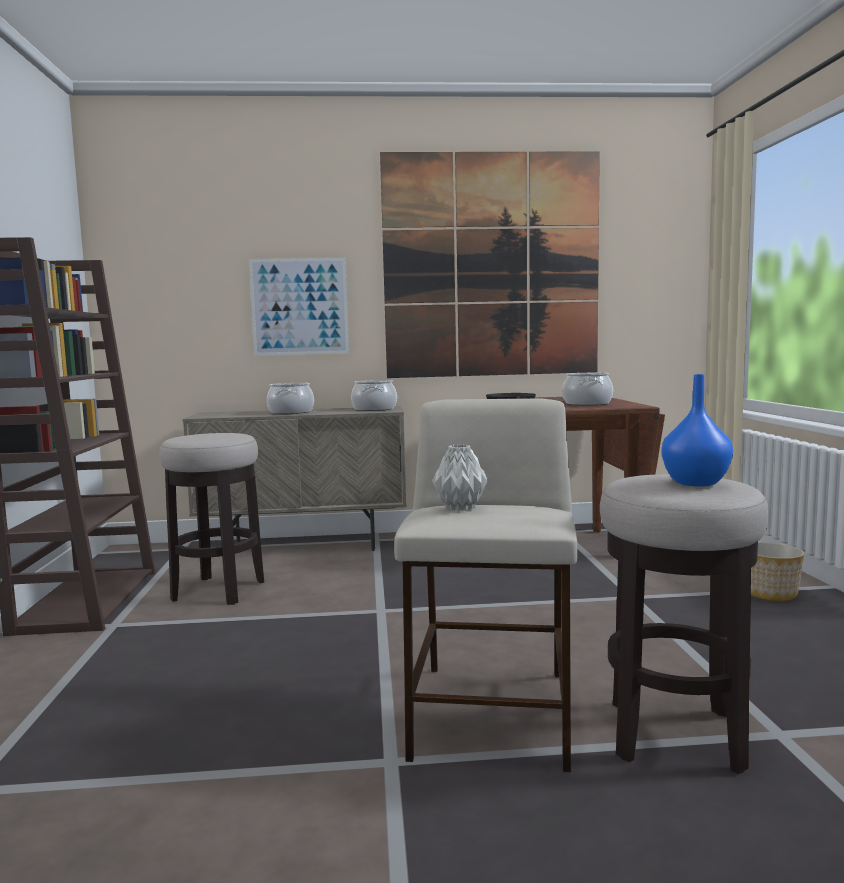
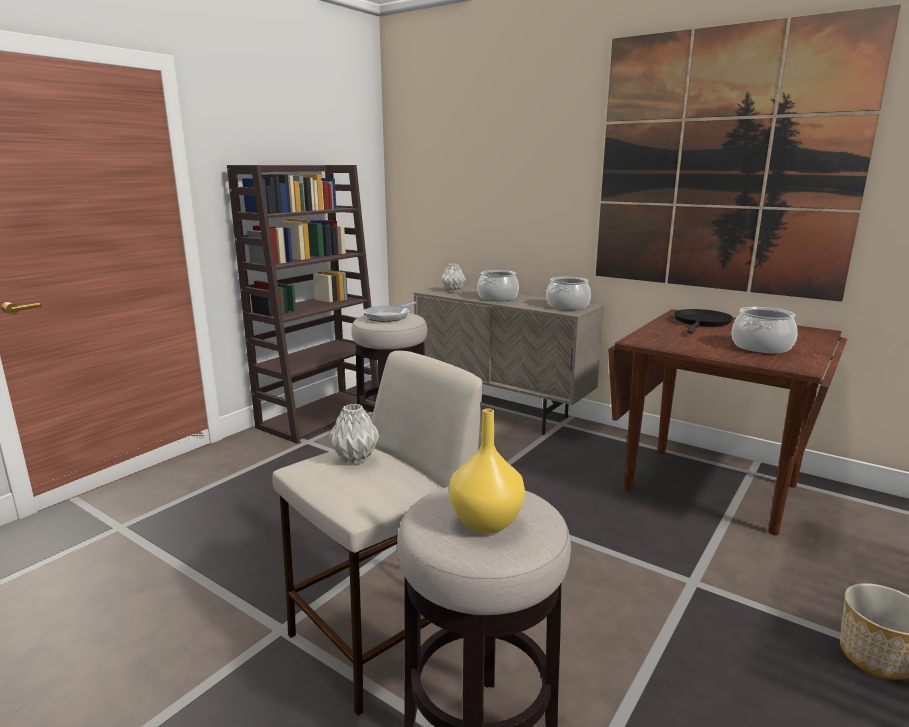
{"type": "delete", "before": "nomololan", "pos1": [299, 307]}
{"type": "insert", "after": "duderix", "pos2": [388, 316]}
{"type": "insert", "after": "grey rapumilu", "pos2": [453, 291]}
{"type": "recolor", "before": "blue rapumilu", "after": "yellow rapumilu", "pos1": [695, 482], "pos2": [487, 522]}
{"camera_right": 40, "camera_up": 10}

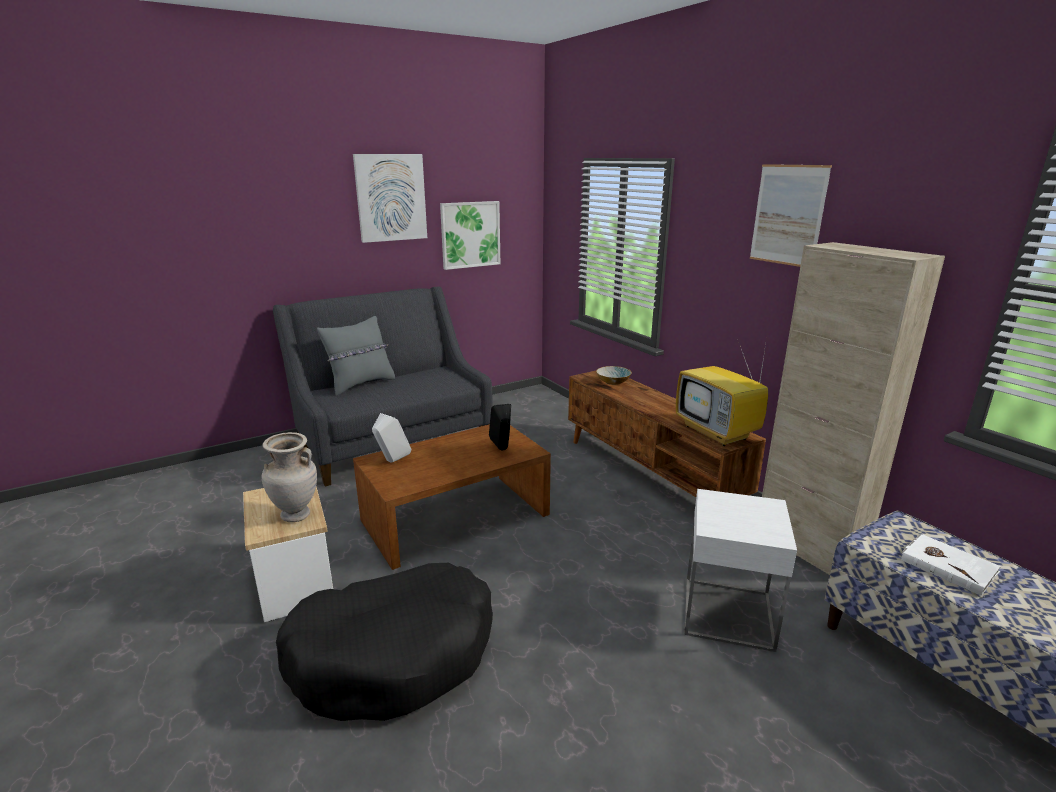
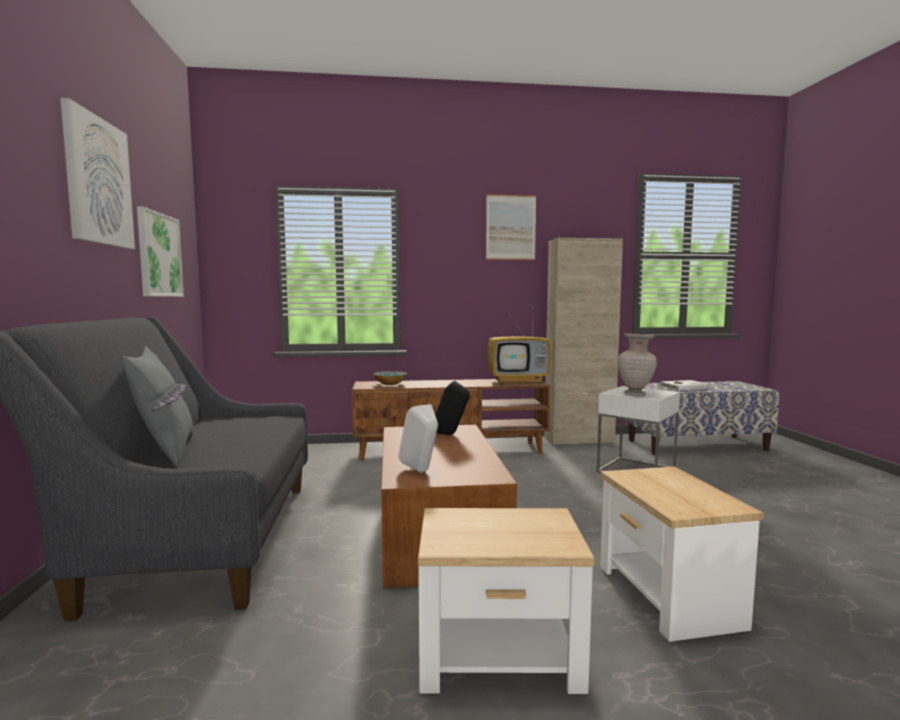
{"type": "move", "before": "beige rapumilu", "pos1": [296, 516], "pos2": [635, 394]}
{"type": "replace", "before": "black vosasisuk", "after": "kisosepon", "pos1": [394, 654], "pos2": [666, 597]}
{"camera_right": -65, "camera_up": -15}

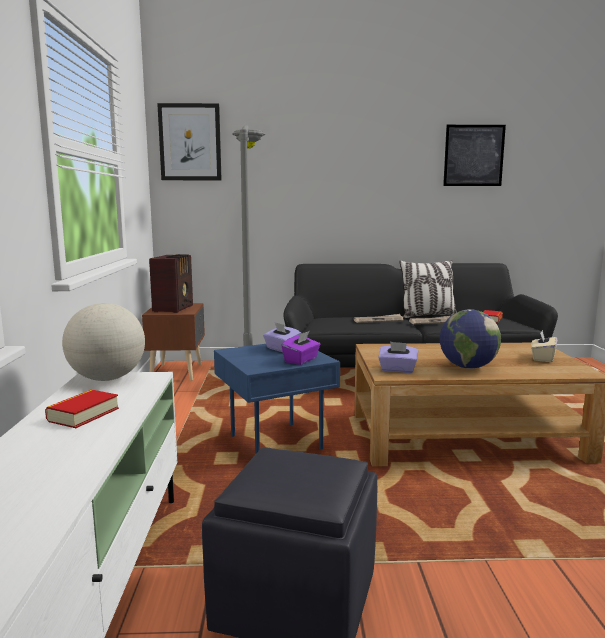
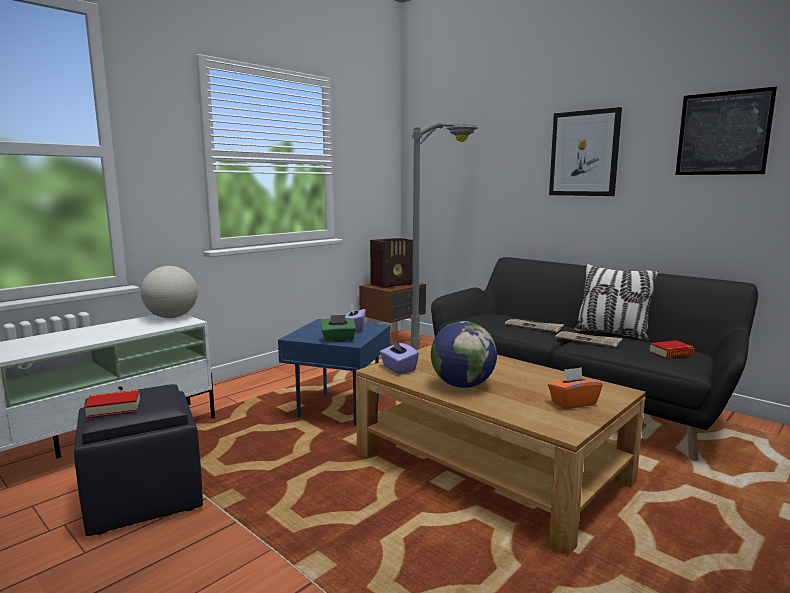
{"type": "move", "before": "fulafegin", "pos1": [83, 414], "pos2": [114, 408]}
{"type": "move", "before": "nomololan", "pos1": [190, 142], "pos2": [584, 153]}
{"type": "recolor", "before": "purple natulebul", "after": "green natulebul", "pos1": [301, 360], "pos2": [338, 339]}
{"type": "recolor", "before": "beige natulebul", "after": "orange natulebul", "pos1": [542, 358], "pos2": [573, 403]}
{"camera_right": 45, "camera_up": 0}

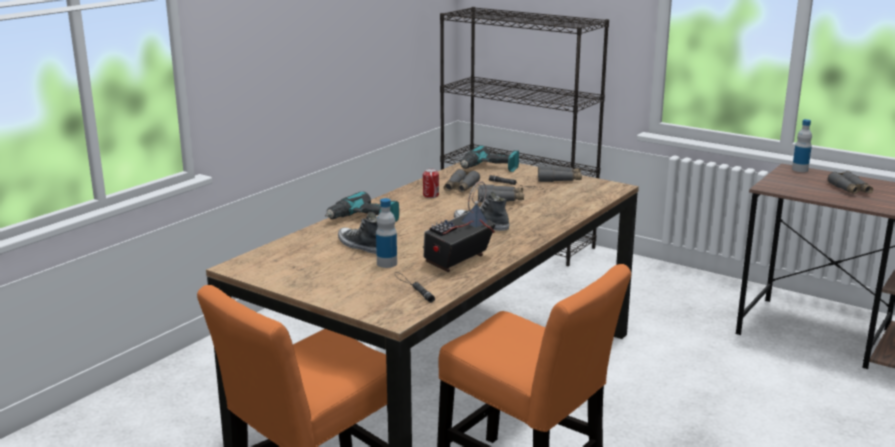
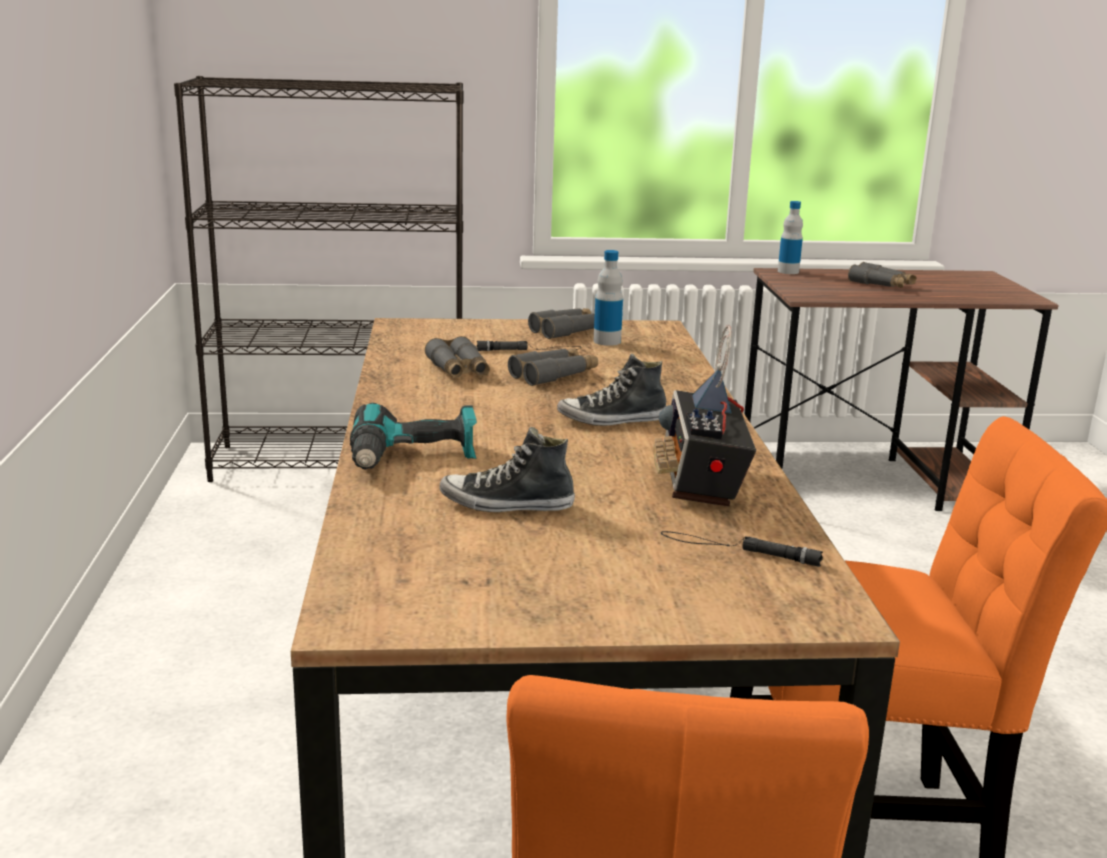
{"type": "delete", "before": "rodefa", "pos1": [430, 195]}
{"type": "delete", "before": "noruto", "pos1": [489, 168]}
{"type": "move", "before": "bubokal", "pos1": [387, 263], "pos2": [607, 341]}
{"camera_right": -40, "camera_up": 0}

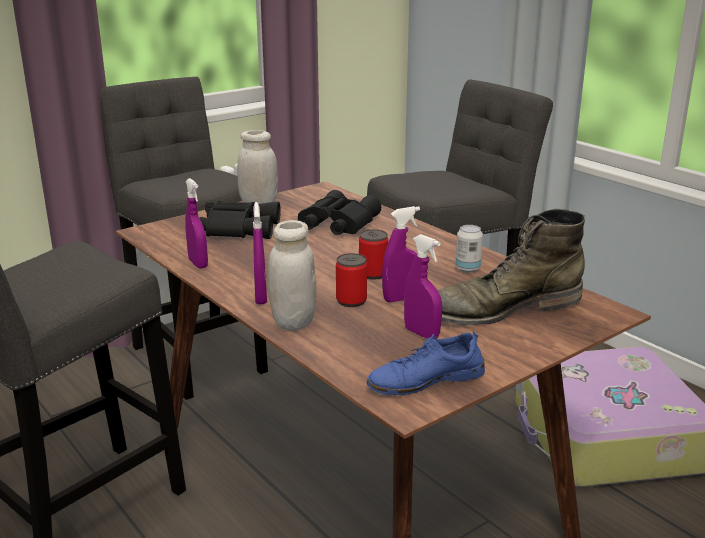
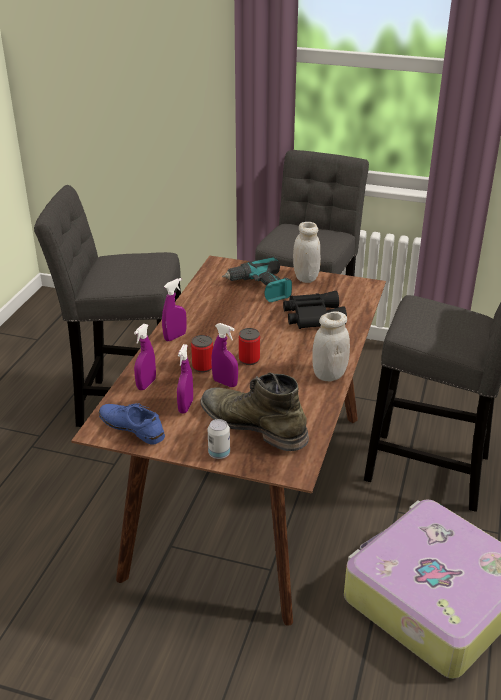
{"type": "move", "before": "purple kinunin", "pos1": [198, 264], "pos2": [146, 384]}
{"type": "move", "before": "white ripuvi", "pos1": [293, 322], "pos2": [329, 375]}
{"type": "move", "before": "rodefa", "pos1": [467, 269], "pos2": [219, 454]}
{"type": "replace", "before": "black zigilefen", "after": "noruto", "pos1": [239, 228], "pos2": [260, 288]}
{"camera_right": 55, "camera_up": 10}

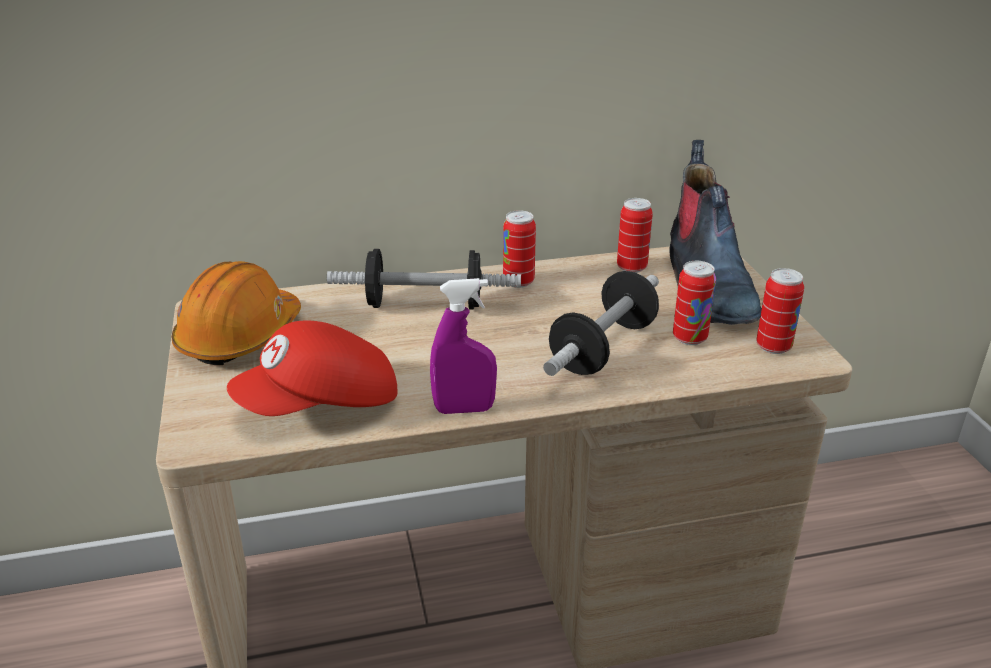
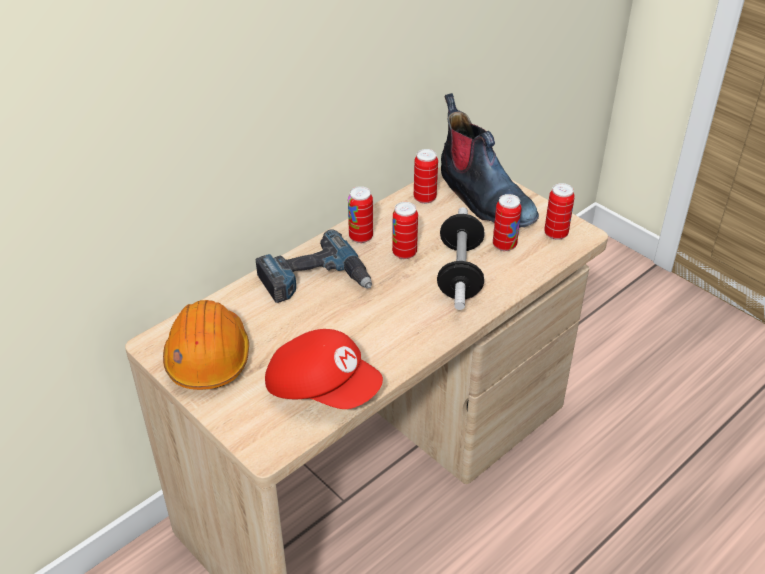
{"type": "delete", "before": "purple kinunin", "pos1": [464, 409]}
{"type": "insert", "after": "rodefa", "pos2": [404, 253]}
{"type": "replace", "before": "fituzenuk", "after": "noruto", "pos1": [425, 304], "pos2": [315, 280]}
{"type": "rotate", "before": "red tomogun", "pos1": [321, 405], "pos2": [323, 388], "turn": -90}
{"camera_right": -30, "camera_up": 10}

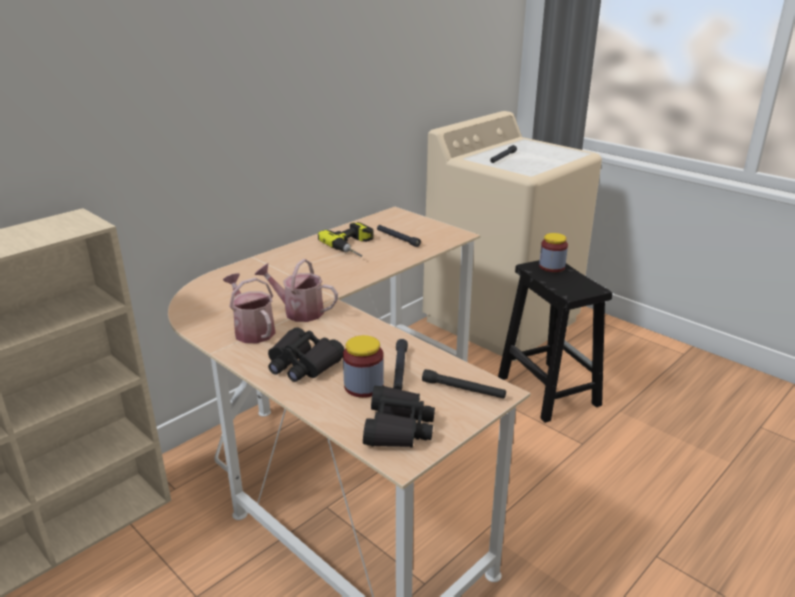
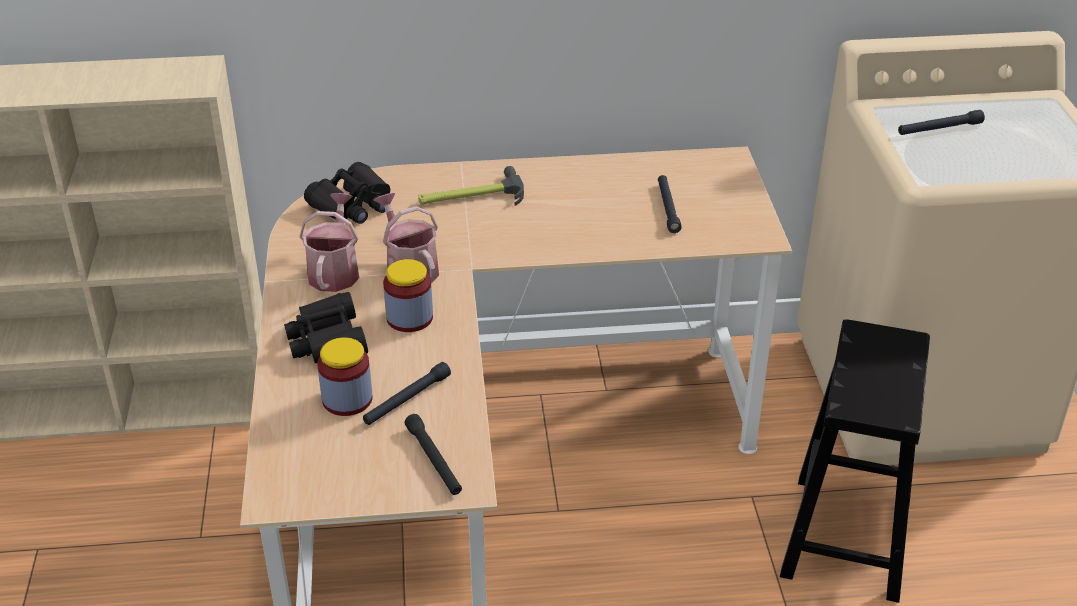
{"type": "delete", "before": "noruto", "pos1": [355, 246]}
{"type": "insert", "after": "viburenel", "pos2": [470, 196]}
{"type": "move", "before": "black zigilefen", "pos1": [398, 427], "pos2": [352, 205]}
{"type": "move", "before": "ripuvi", "pos1": [552, 267], "pos2": [409, 318]}
{"camera_right": 40, "camera_up": 10}

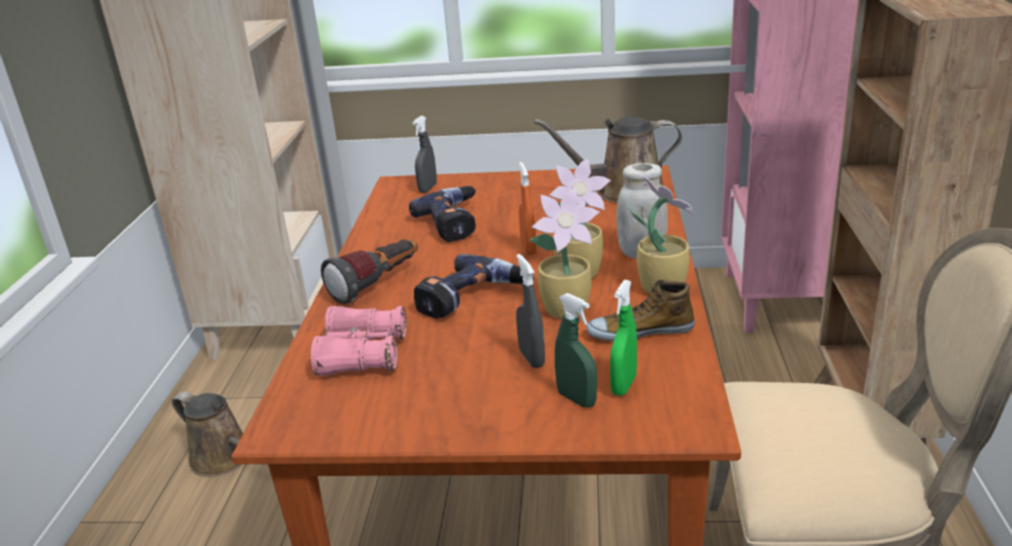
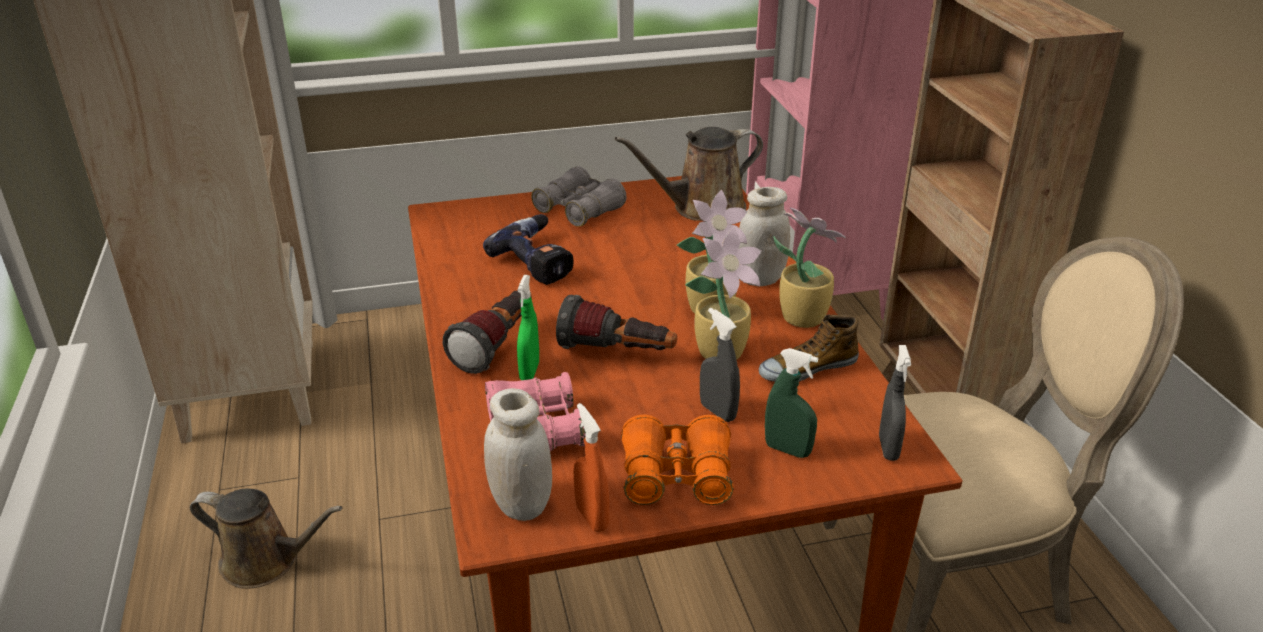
{"type": "insert", "after": "white ripuvi", "pos2": [521, 505]}
{"type": "insert", "after": "grey zigilefen", "pos2": [579, 210]}
{"type": "insert", "after": "orange zigilefen", "pos2": [676, 476]}
{"type": "move", "before": "grey kinunin", "pos1": [428, 188], "pos2": [888, 448]}
{"type": "move", "before": "orange kinunin", "pos1": [528, 248], "pos2": [591, 517]}
{"type": "move", "before": "green kinunin", "pos1": [623, 385], "pos2": [529, 371]}
{"type": "replace", "before": "noruto", "after": "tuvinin", "pos1": [473, 301], "pos2": [617, 353]}
{"camera_right": -20, "camera_up": 5}

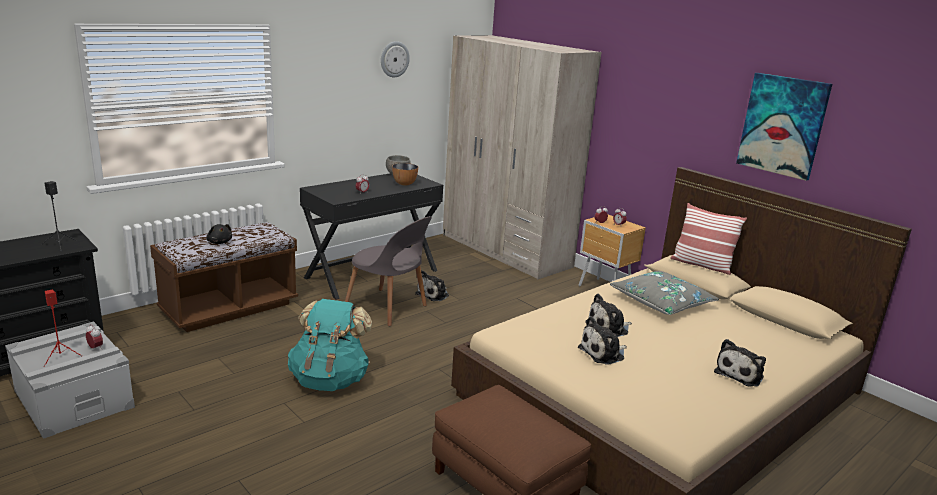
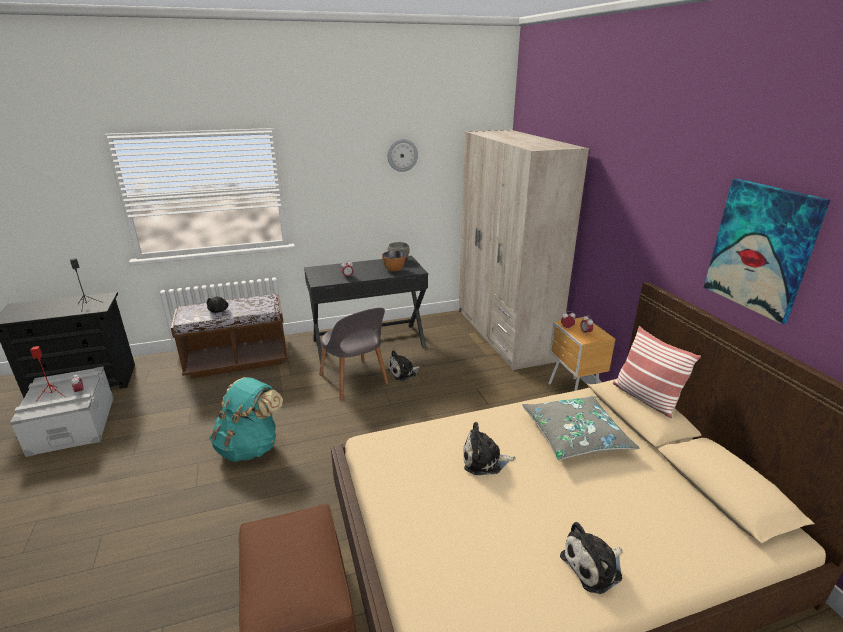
{"type": "delete", "before": "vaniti", "pos1": [603, 353]}
{"camera_right": 25, "camera_up": 5}

